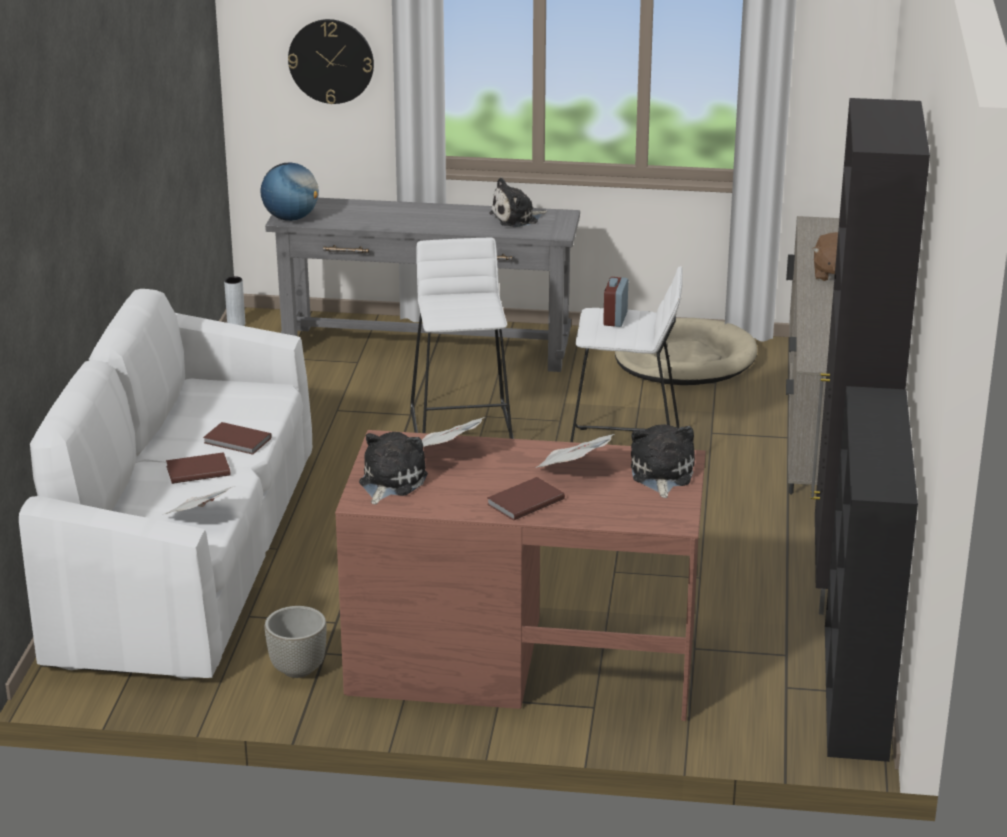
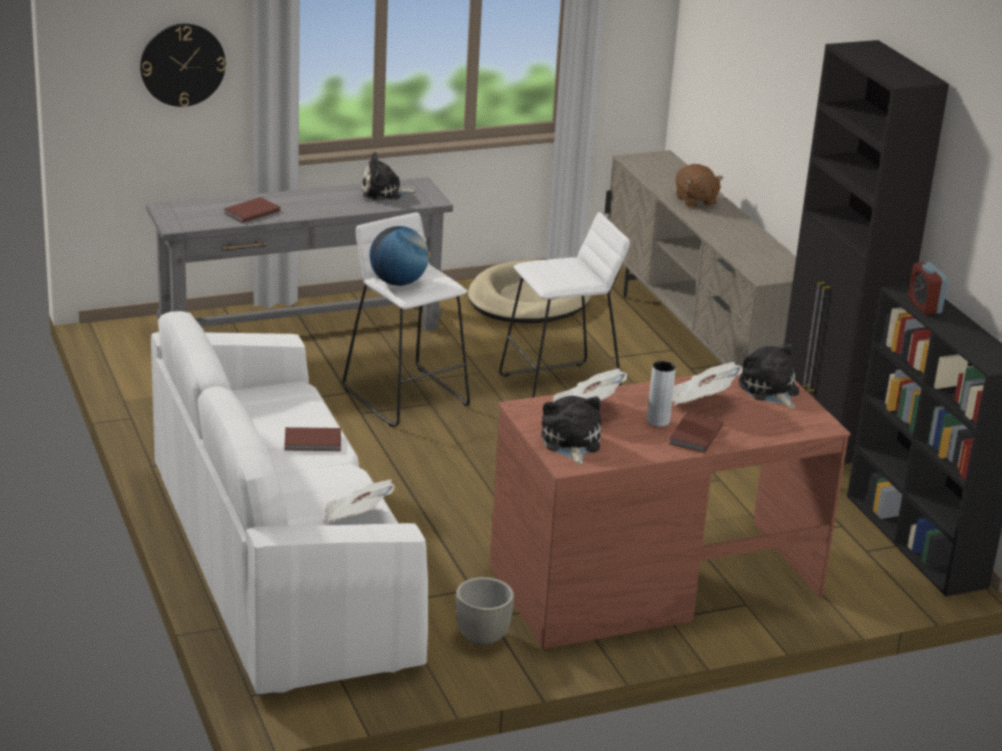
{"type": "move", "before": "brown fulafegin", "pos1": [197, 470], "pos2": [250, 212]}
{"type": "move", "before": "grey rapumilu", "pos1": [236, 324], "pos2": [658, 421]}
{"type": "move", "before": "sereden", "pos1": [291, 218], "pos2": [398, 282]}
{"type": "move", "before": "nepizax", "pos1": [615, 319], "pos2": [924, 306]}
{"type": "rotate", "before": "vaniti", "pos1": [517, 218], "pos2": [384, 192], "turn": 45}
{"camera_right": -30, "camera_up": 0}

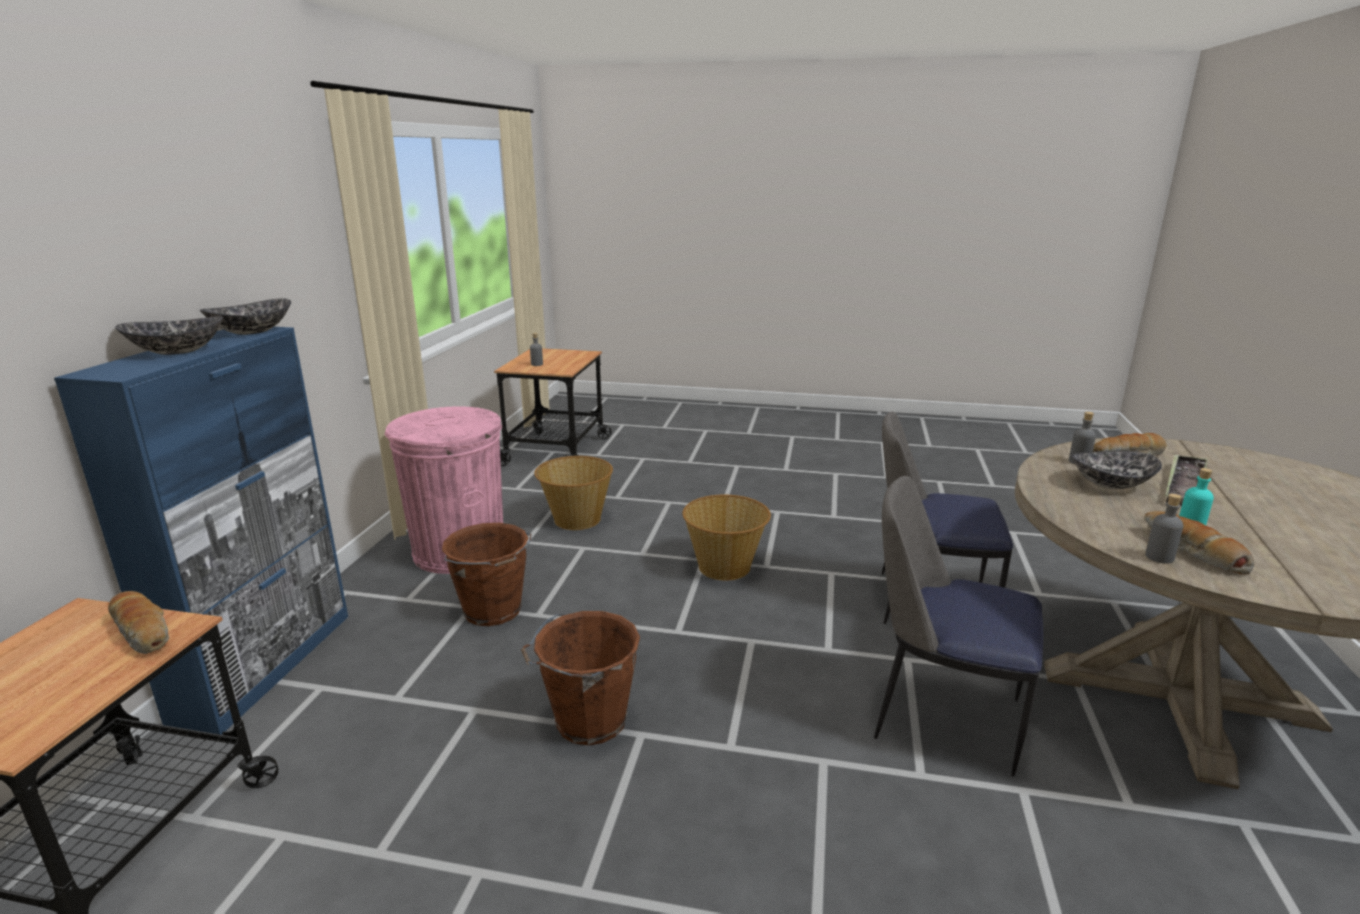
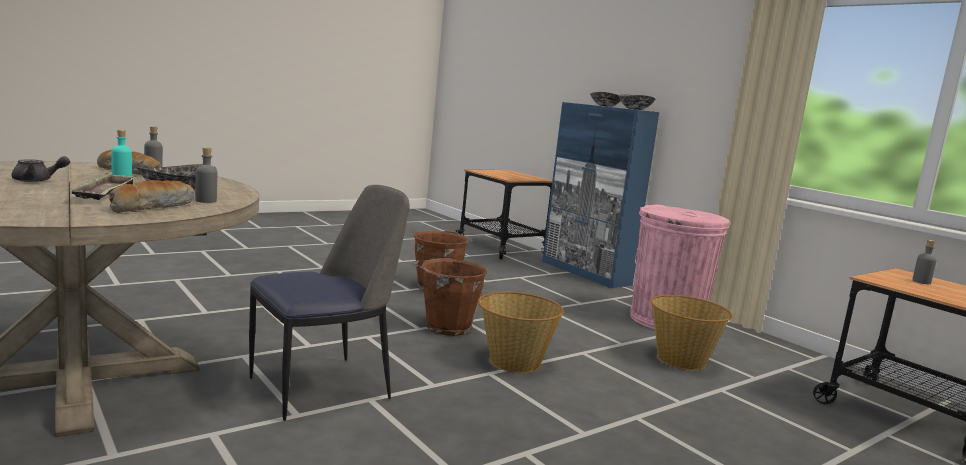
{"type": "delete", "before": "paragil", "pos1": [143, 632]}
{"type": "delete", "before": "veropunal", "pos1": [942, 715]}
{"type": "insert", "after": "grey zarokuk", "pos2": [38, 181]}
{"type": "move", "before": "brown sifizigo", "pos1": [493, 611], "pos2": [446, 327]}
{"camera_right": 130, "camera_up": -10}

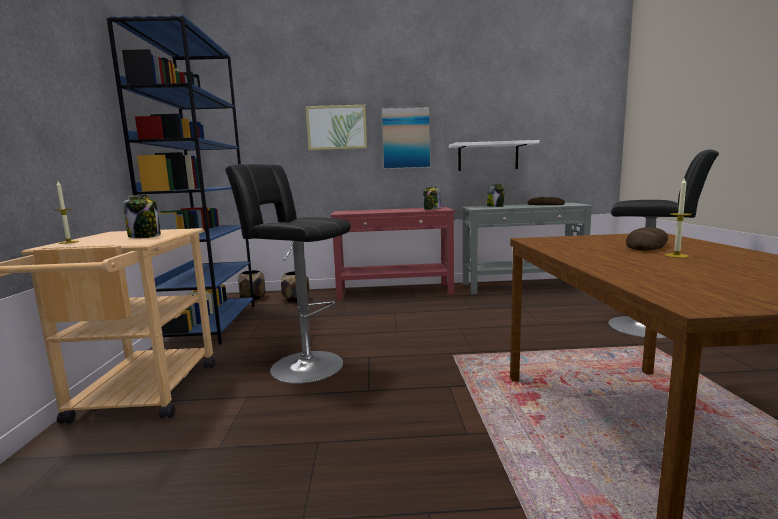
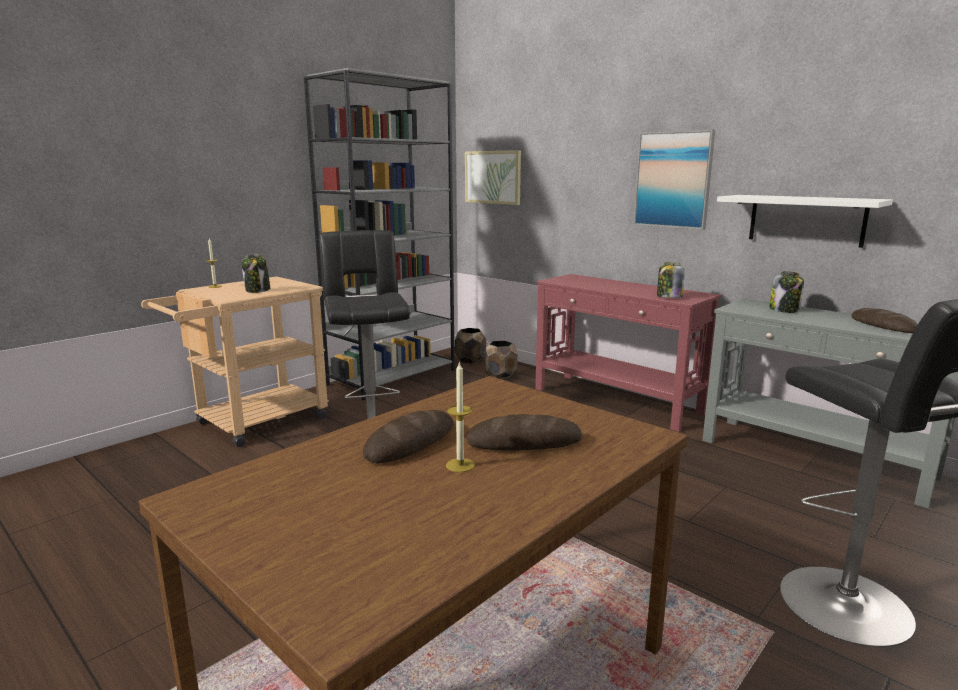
{"type": "insert", "after": "paragil", "pos2": [410, 443]}
{"type": "move", "before": "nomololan", "pos1": [336, 127], "pos2": [493, 177]}
{"type": "recolor", "before": "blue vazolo", "after": "grey vazolo", "pos1": [211, 324], "pos2": [392, 377]}
{"camera_right": 45, "camera_up": 5}

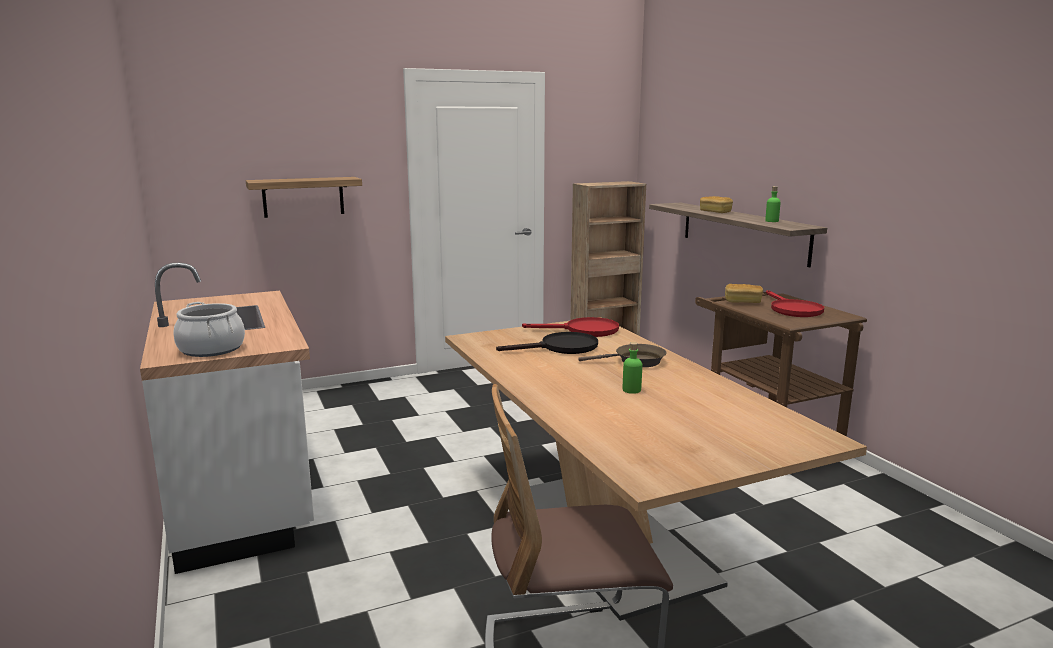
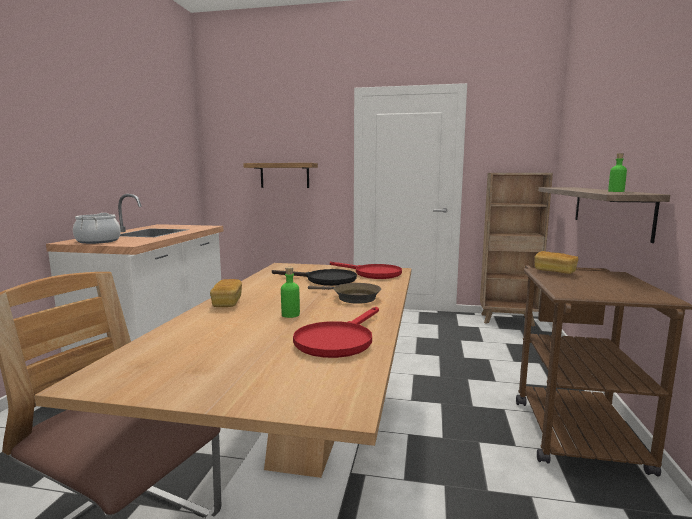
{"type": "move", "before": "paragil", "pos1": [715, 212], "pos2": [227, 303]}
{"type": "move", "before": "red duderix", "pos1": [792, 309], "pos2": [338, 340]}
{"camera_right": 35, "camera_up": -5}

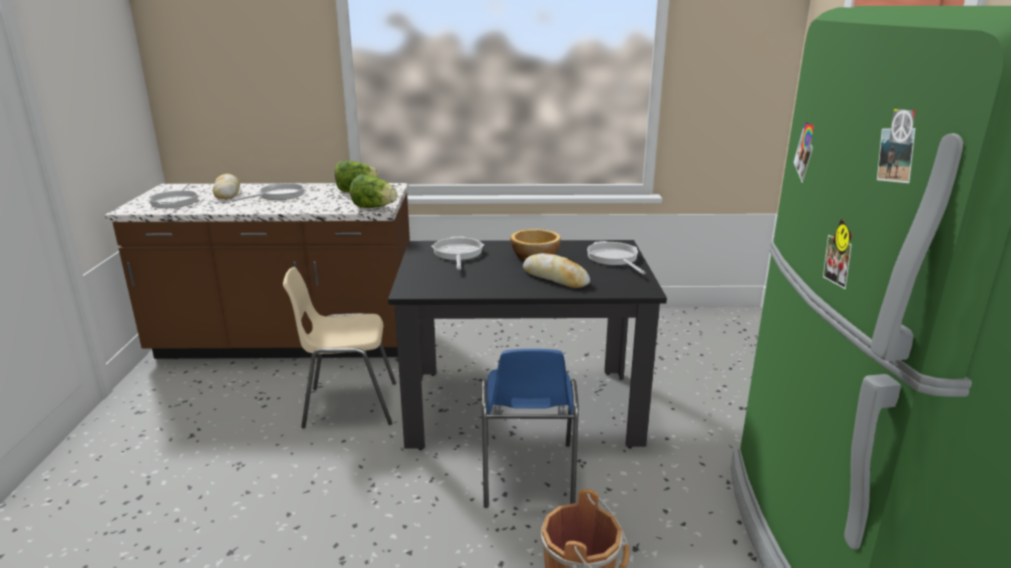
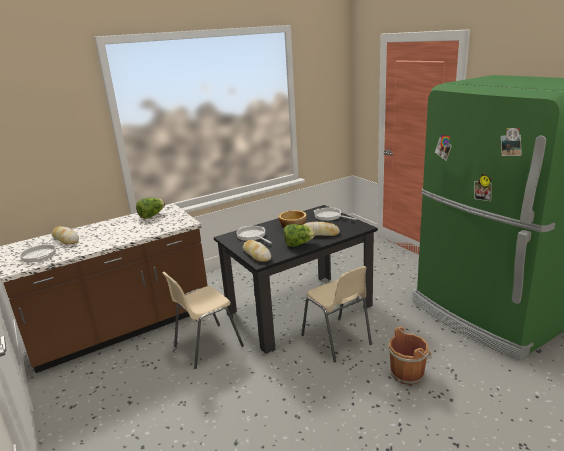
{"type": "delete", "before": "duderix", "pos1": [279, 195]}
{"type": "insert", "after": "paragil", "pos2": [256, 254]}
{"type": "move", "before": "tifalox", "pos1": [374, 208], "pos2": [298, 244]}
{"type": "recolor", "before": "blue veropunal", "after": "beige veropunal", "pos1": [527, 476], "pos2": [337, 340]}
{"camera_right": -30, "camera_up": 0}

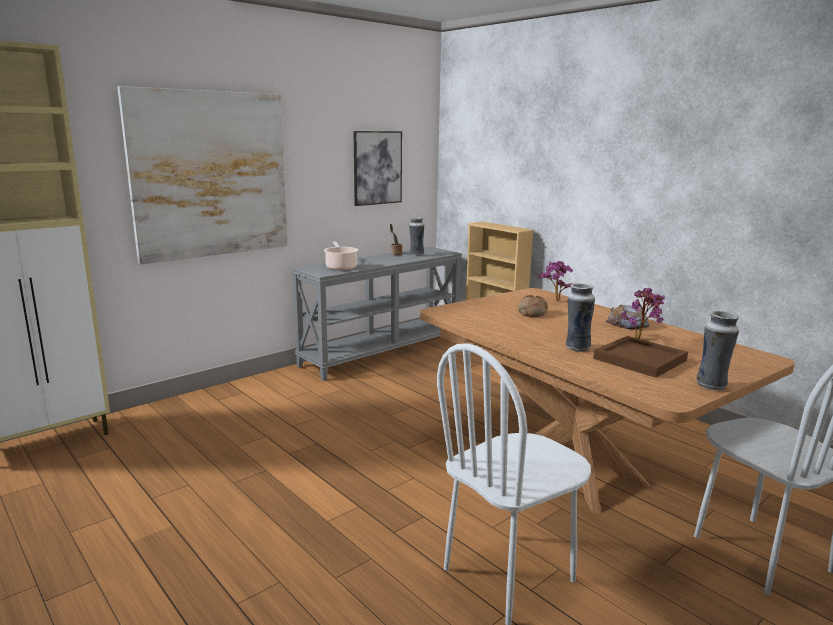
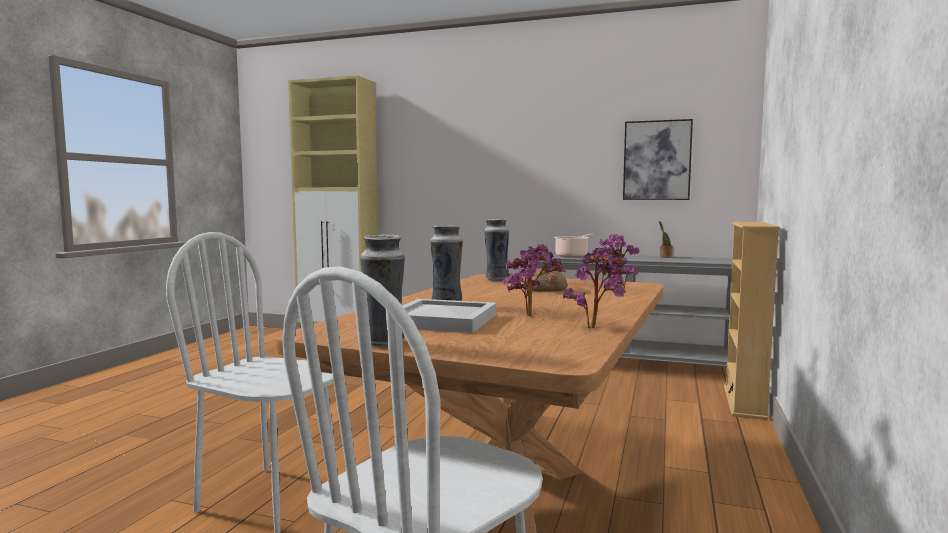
{"type": "delete", "before": "nomololan", "pos1": [210, 175]}
{"type": "delete", "before": "paragil", "pos1": [627, 324]}
{"type": "insert", "after": "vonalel", "pos2": [597, 328]}
{"type": "move", "before": "rapumilu", "pos1": [416, 255], "pos2": [496, 280]}
{"type": "recolor", "before": "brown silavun", "after": "white silavun", "pos1": [640, 360], "pos2": [440, 320]}
{"camera_right": 60, "camera_up": -10}

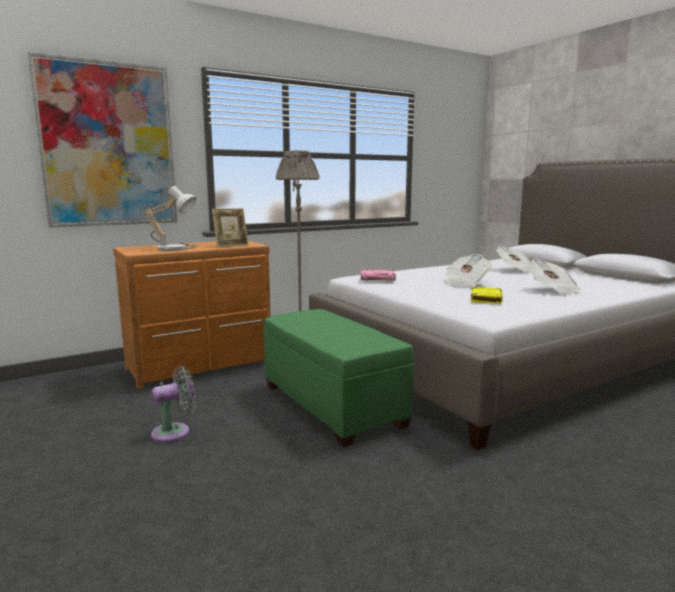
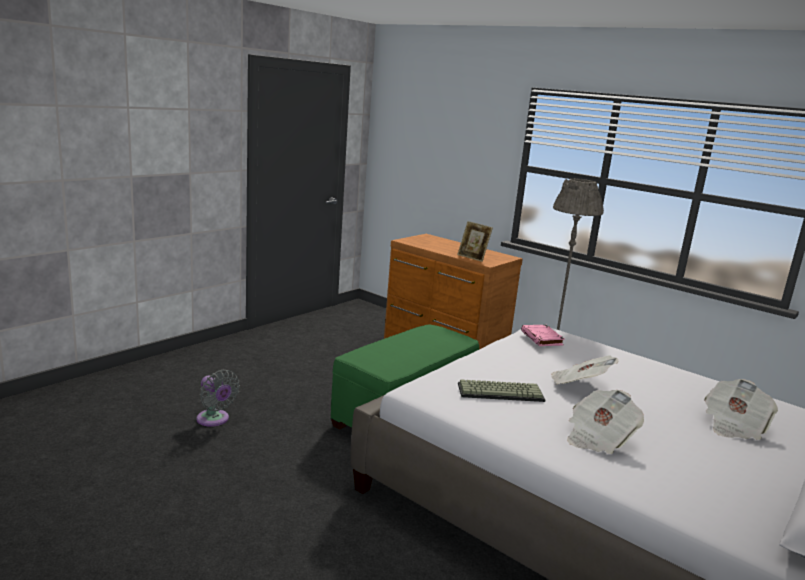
{"type": "delete", "before": "nomololan", "pos1": [108, 145]}
{"type": "delete", "before": "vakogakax", "pos1": [175, 247]}
{"type": "move", "before": "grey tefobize", "pos1": [175, 432], "pos2": [214, 420]}
{"type": "replace", "before": "yellow fulafegin", "after": "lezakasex", "pos1": [486, 298], "pos2": [501, 392]}
{"camera_right": 70, "camera_up": 5}

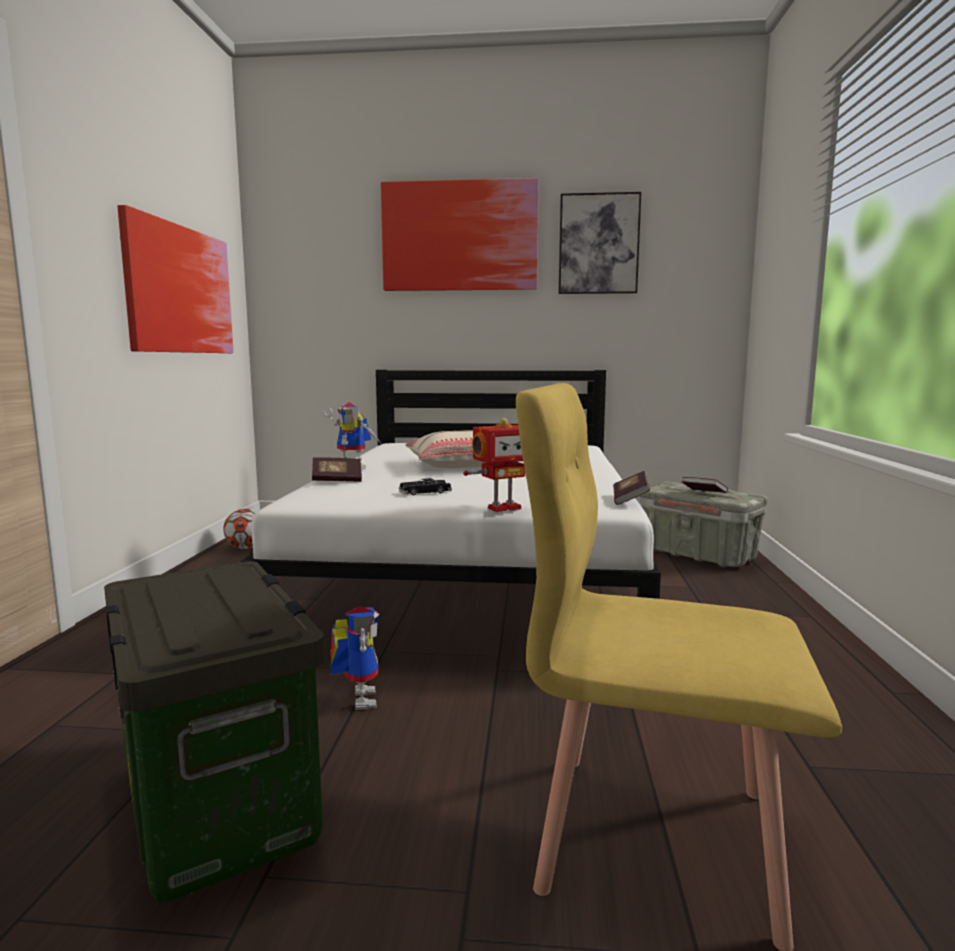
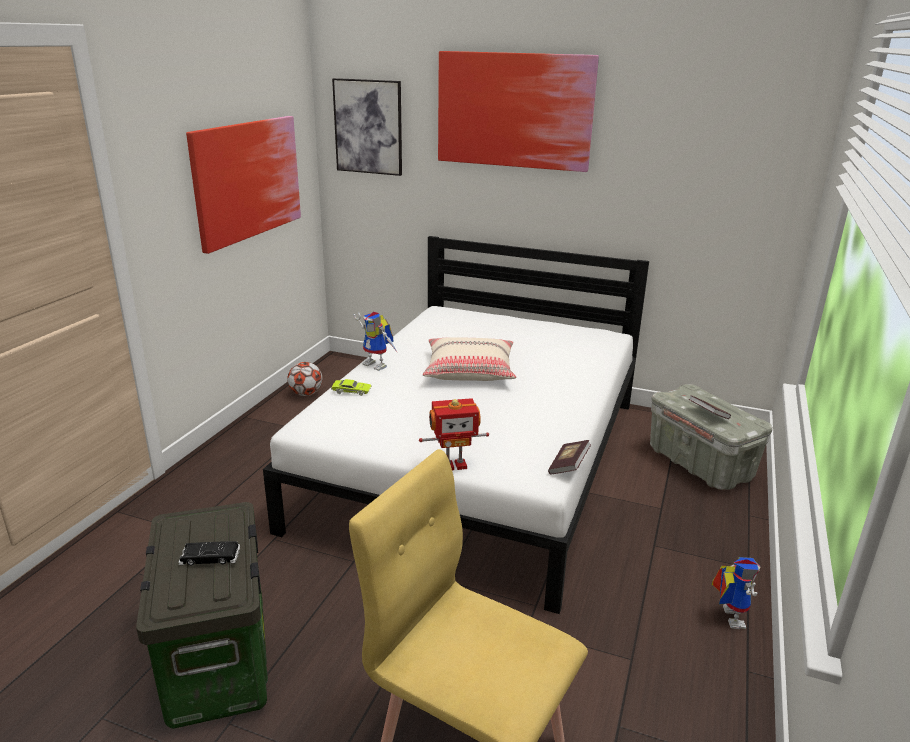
{"type": "move", "before": "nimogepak", "pos1": [357, 698], "pos2": [727, 615]}
{"type": "move", "before": "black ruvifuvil", "pos1": [425, 492], "pos2": [210, 557]}
{"type": "move", "before": "nomololan", "pos1": [598, 244], "pos2": [368, 127]}
{"type": "replace", "before": "fulafegin", "after": "green ruvifuvil", "pos1": [337, 480], "pos2": [351, 391]}
{"camera_right": 15, "camera_up": 15}

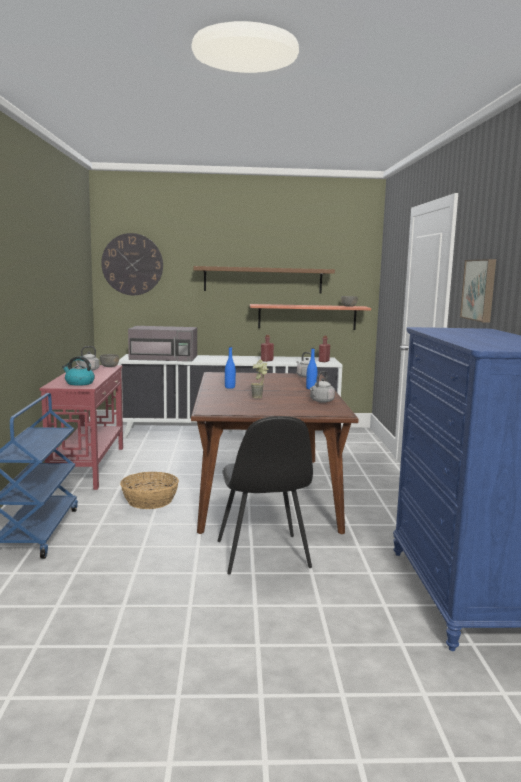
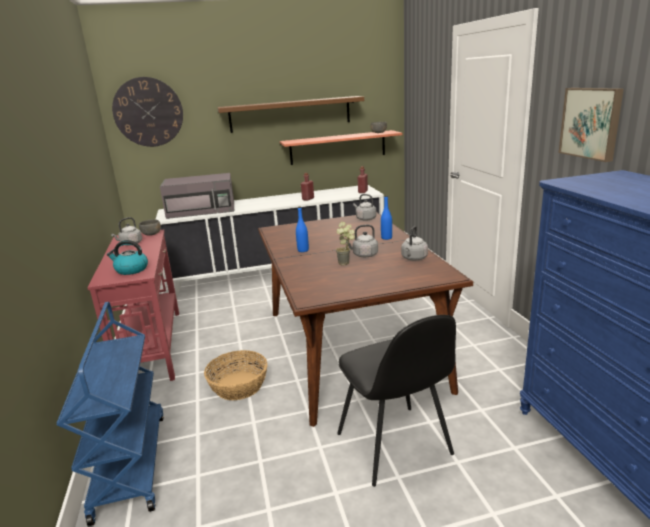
{"type": "insert", "after": "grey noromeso", "pos2": [364, 255]}
{"camera_right": -10, "camera_up": 10}

